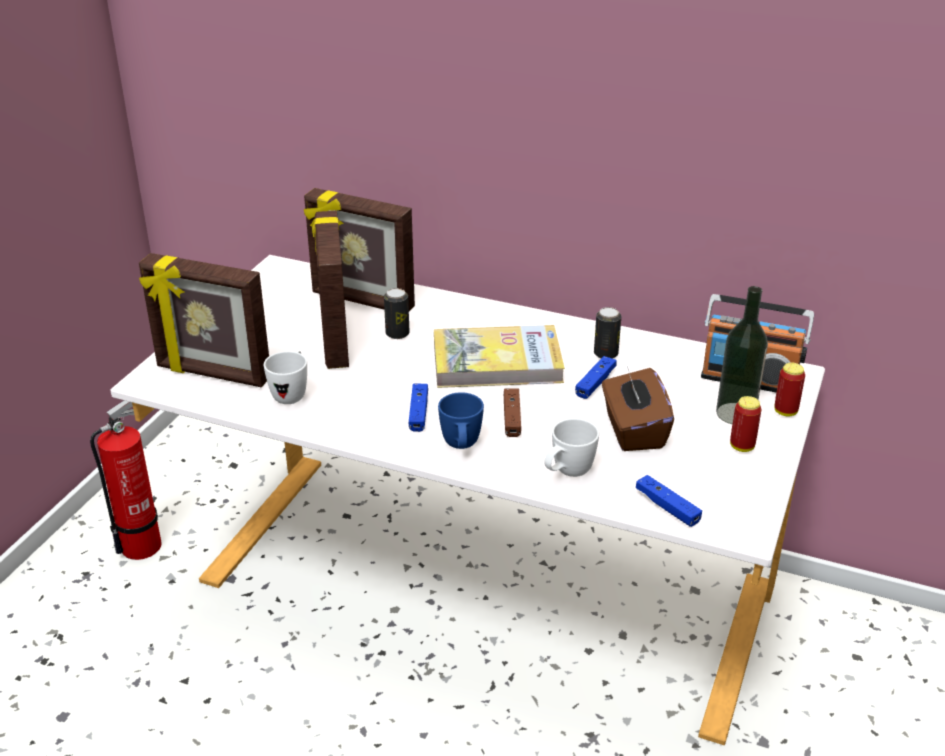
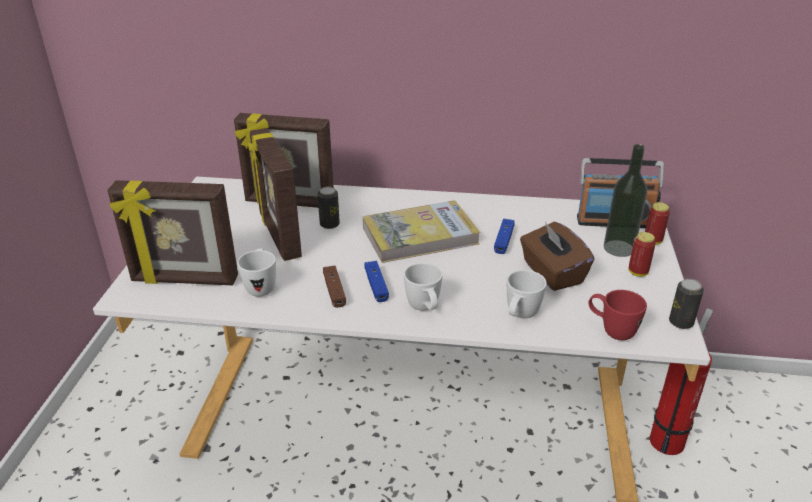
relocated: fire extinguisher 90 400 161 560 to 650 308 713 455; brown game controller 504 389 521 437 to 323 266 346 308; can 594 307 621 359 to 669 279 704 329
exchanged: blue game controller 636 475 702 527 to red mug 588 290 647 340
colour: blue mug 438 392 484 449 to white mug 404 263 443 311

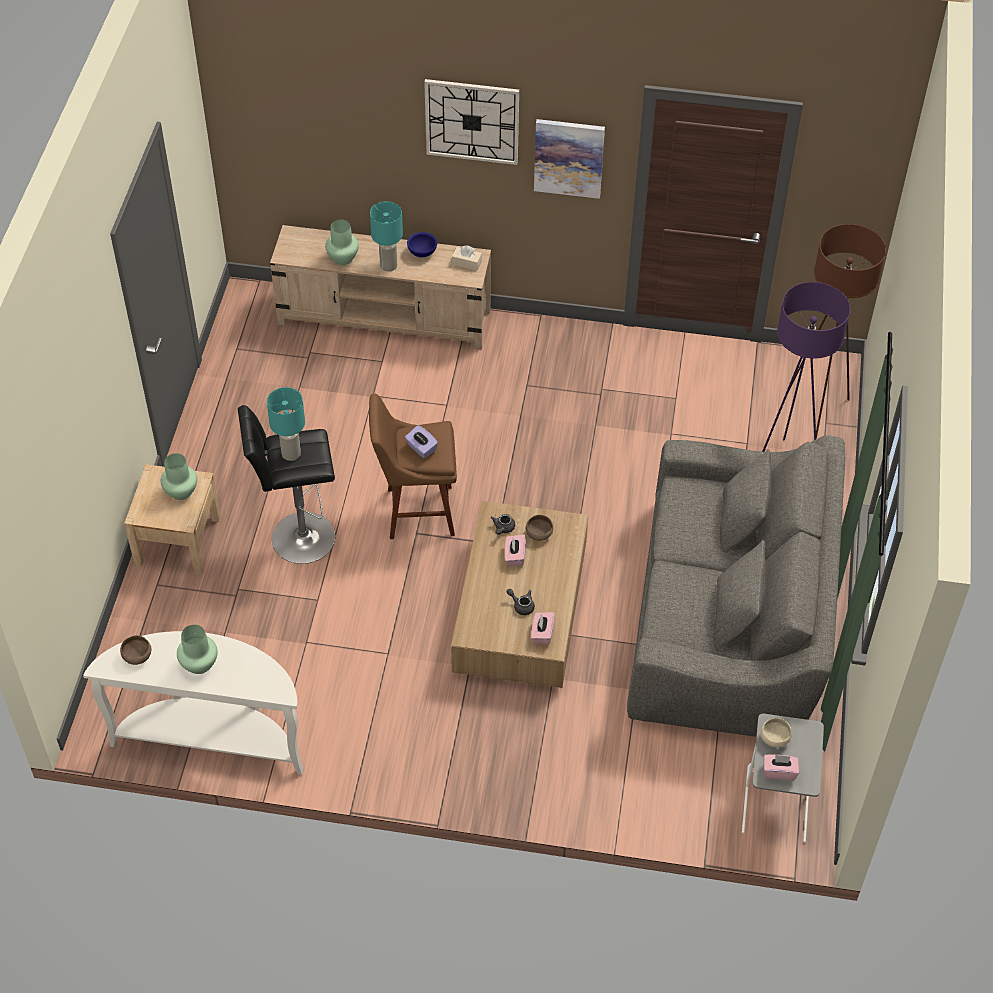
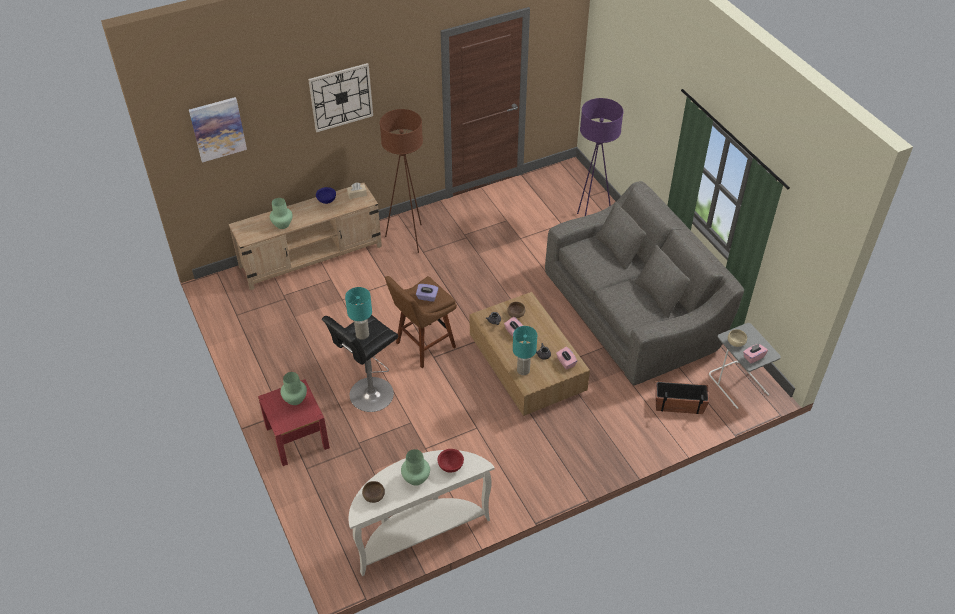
appeared: red bowl 437 449 464 473; planter 655 381 709 414
relocated: turquoise table lamp 370 201 403 271 to 513 326 537 375; picture 534 119 605 199 to 189 97 247 163; brown floor lamp 790 224 886 439 to 380 109 423 253
colour: beige nightstand 124 464 221 576 to red nightstand 258 379 330 466

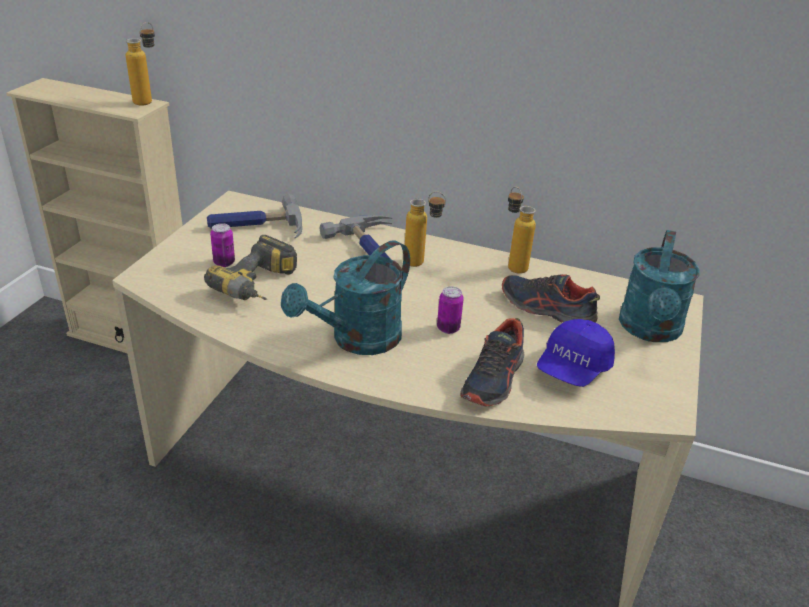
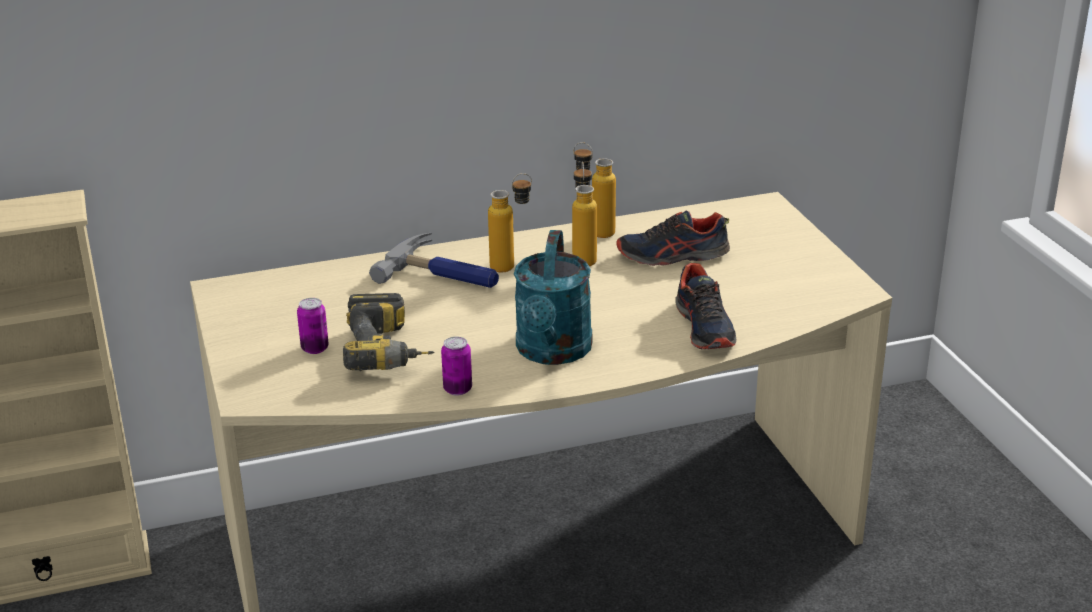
missing: hammer 207 194 302 238; blue cap 537 319 615 387; turquoise watering can 619 230 700 342
relocated: bottle 126 22 155 106 to 572 161 597 266; can 437 286 464 334 to 441 336 472 396

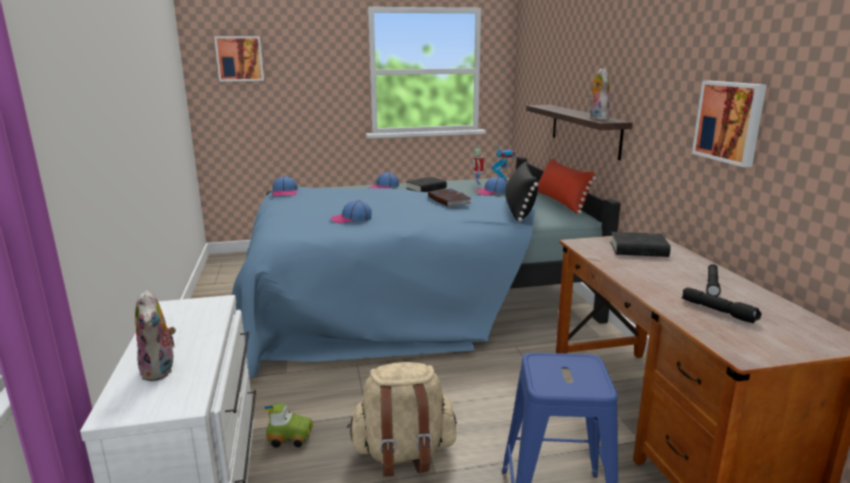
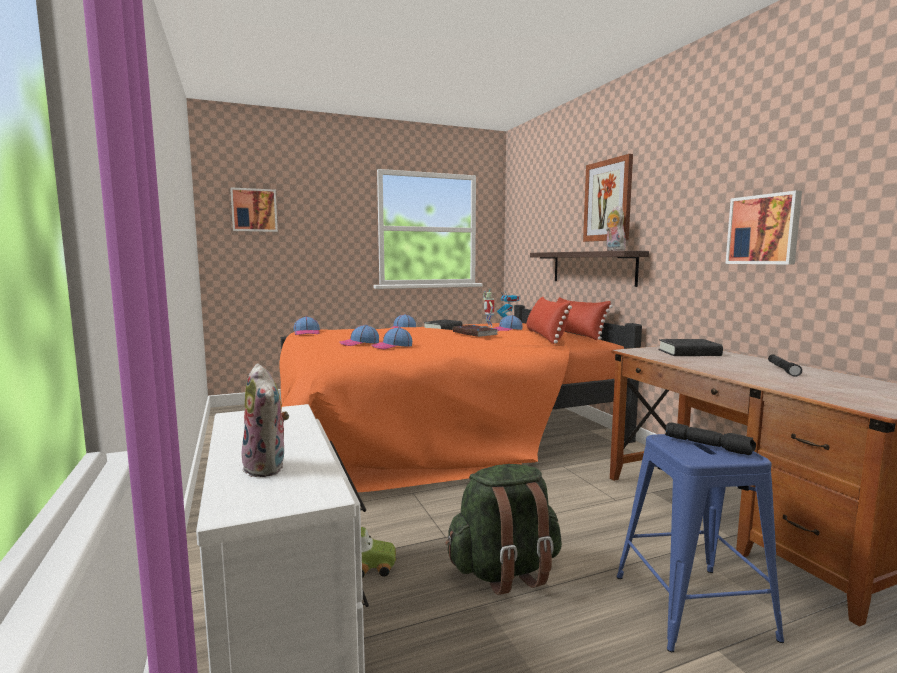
appeared: cap 339 325 379 346; picture 583 154 633 242
relocated: black flashlight 682 287 761 323 to 665 422 756 455
colour: blue bed 232 157 620 378 to orange bed 279 305 642 492; beige backpack 347 362 457 477 to green backpack 445 464 562 595; black pillow 505 161 538 221 to red pillow 526 296 572 344

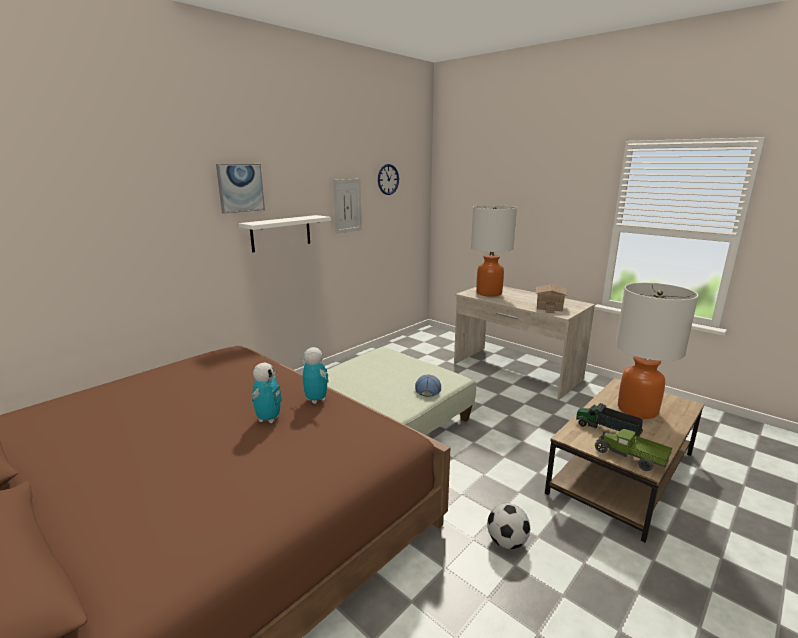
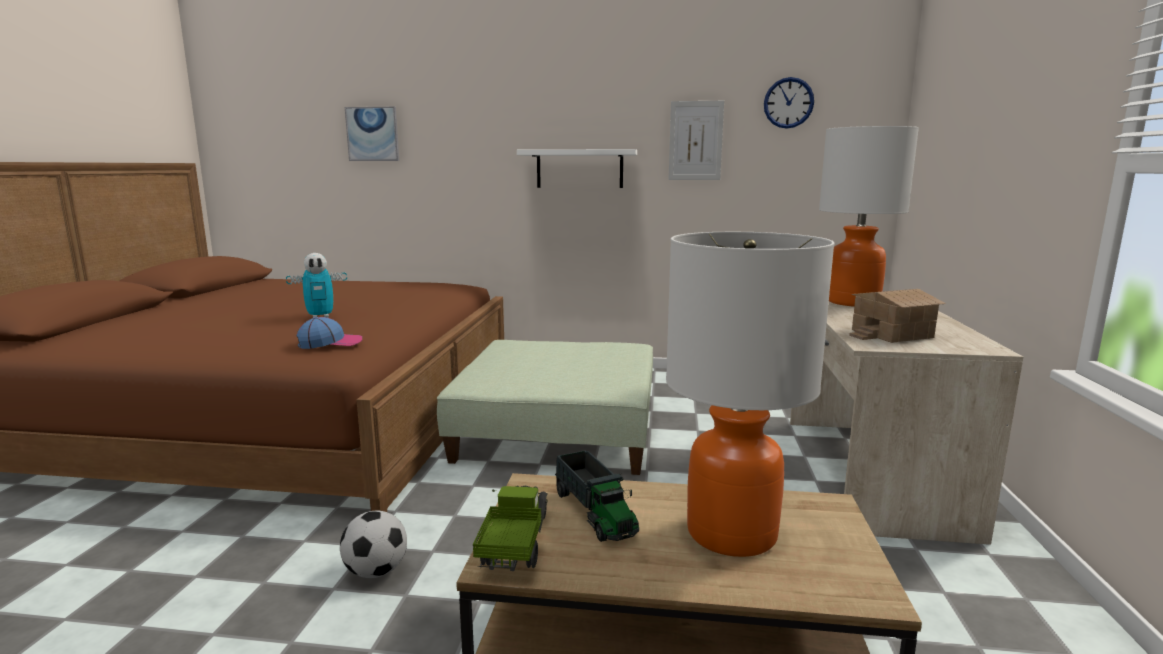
missing: toy robot 301 347 328 404
relocated: picture 216 164 265 214 to 345 107 399 161; cap 415 374 441 397 to 297 317 362 349
spun: toy truck 576 403 643 441 = 555 450 639 542 150 degrees clockwise

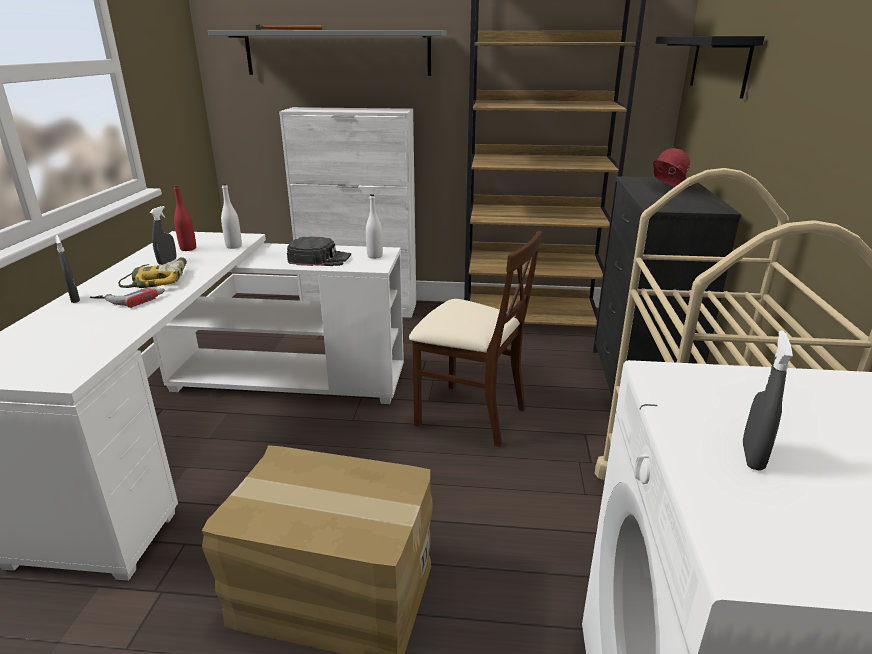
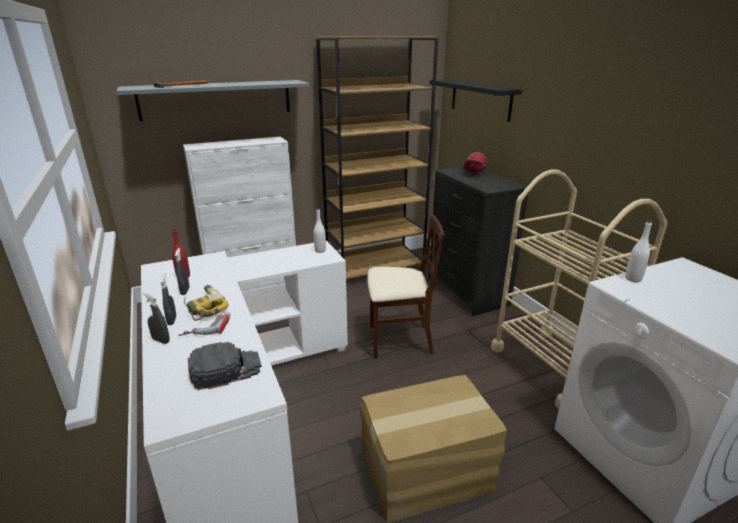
relocated: white bottle 221 184 242 249 to 625 220 652 282; black cap 287 236 351 266 to 188 342 262 390; grey spray bottle 743 331 793 471 to 160 273 176 325

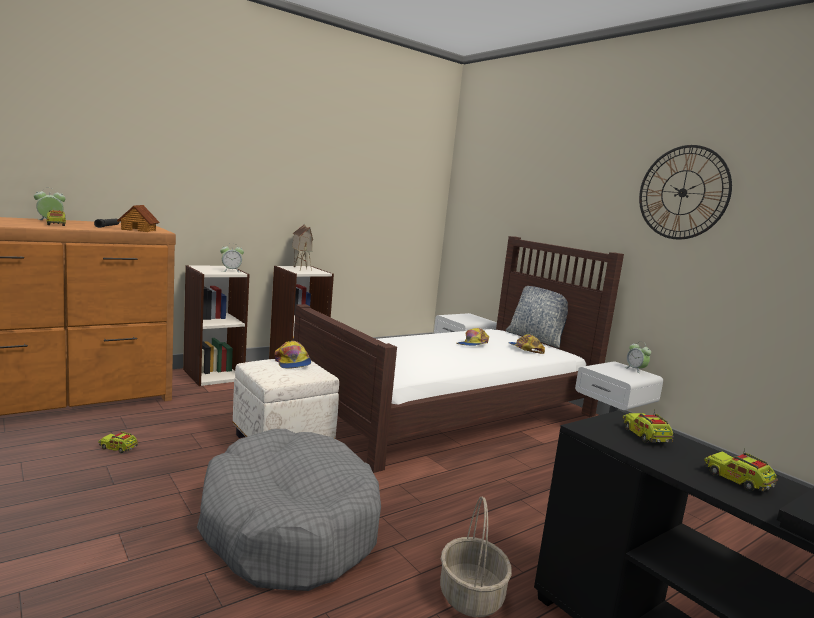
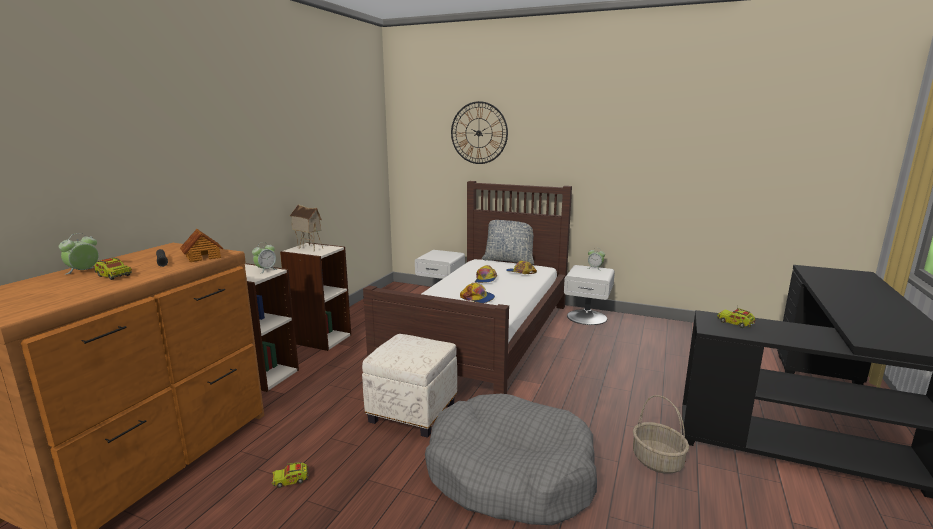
missing: toy truck 704 449 778 491
relocated: cap 275 341 311 369 to 460 283 495 303; wall clock 639 145 732 239 to 451 101 508 164

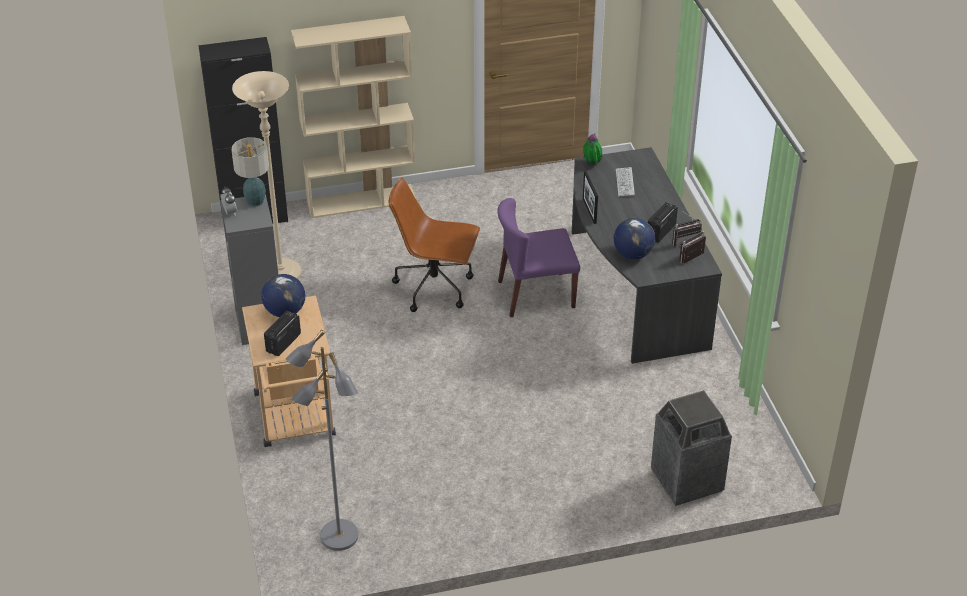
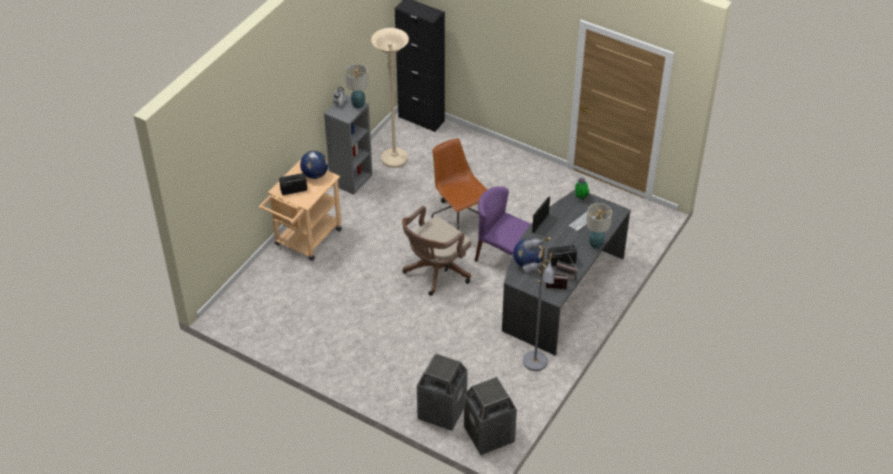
missing: beige bookcase 291 16 416 218
appeared: brown office chair 402 206 471 296; trash can 464 377 517 455; table lamp 586 203 612 249
relocated: grey floor lamp 286 330 358 551 to 523 237 554 371

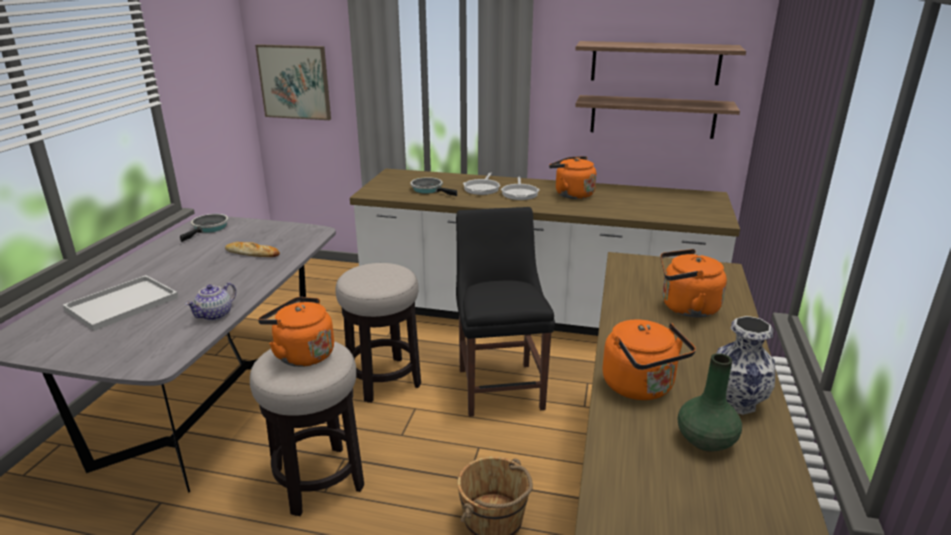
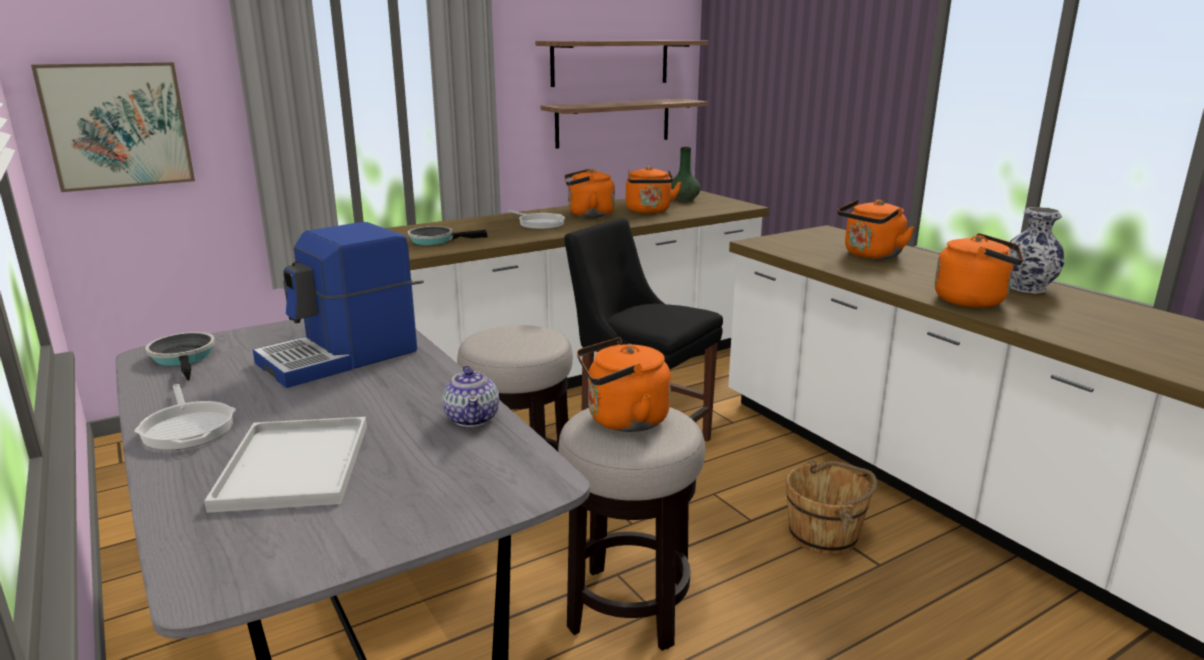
appeared: orange kettle 626 166 681 213
relocated: frying pan 463 172 500 195 to 134 384 236 450; green vase 678 353 742 452 to 671 147 701 202
exchanged: bread 225 242 280 257 to coffee machine 253 222 417 388

